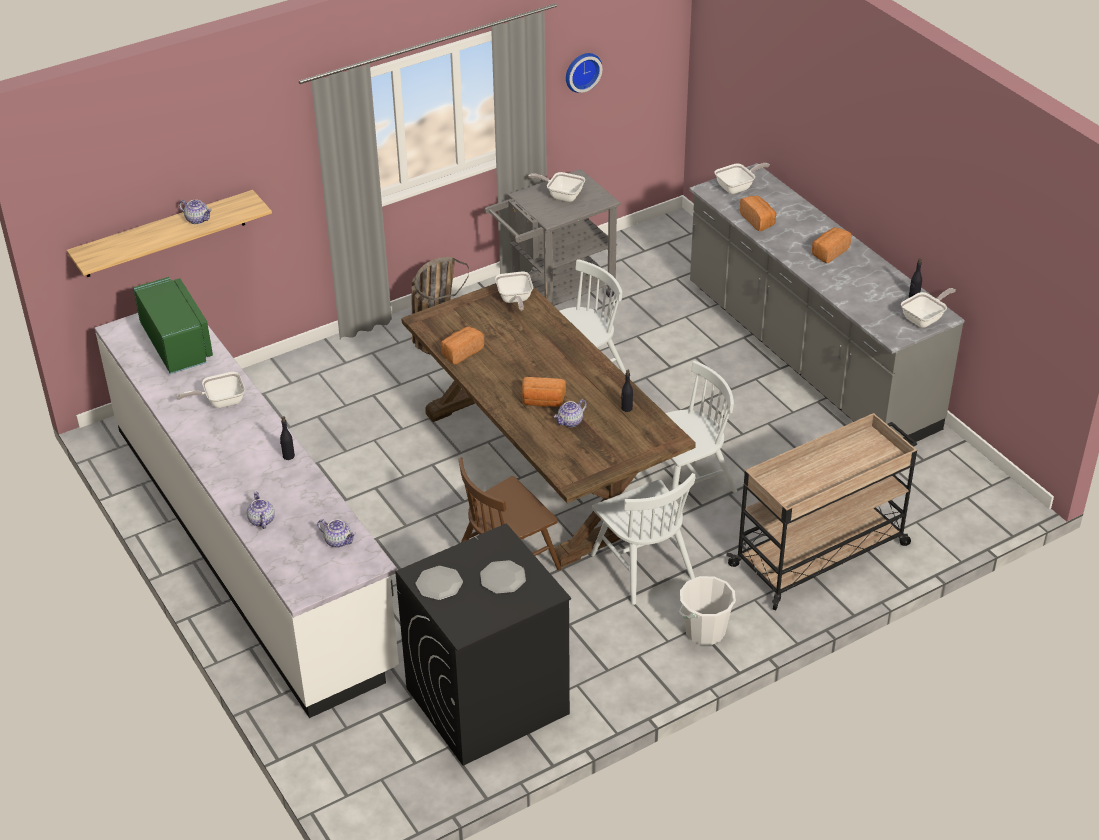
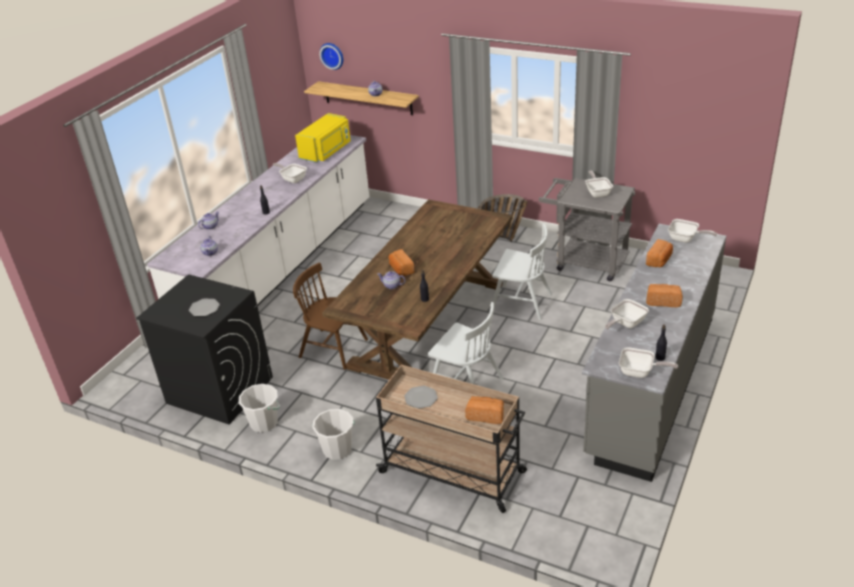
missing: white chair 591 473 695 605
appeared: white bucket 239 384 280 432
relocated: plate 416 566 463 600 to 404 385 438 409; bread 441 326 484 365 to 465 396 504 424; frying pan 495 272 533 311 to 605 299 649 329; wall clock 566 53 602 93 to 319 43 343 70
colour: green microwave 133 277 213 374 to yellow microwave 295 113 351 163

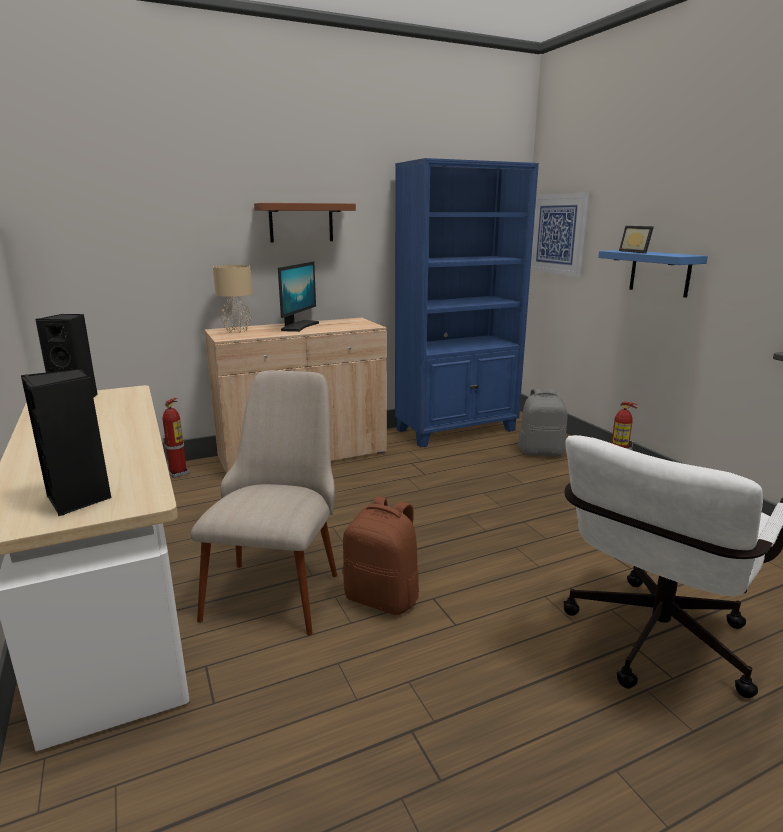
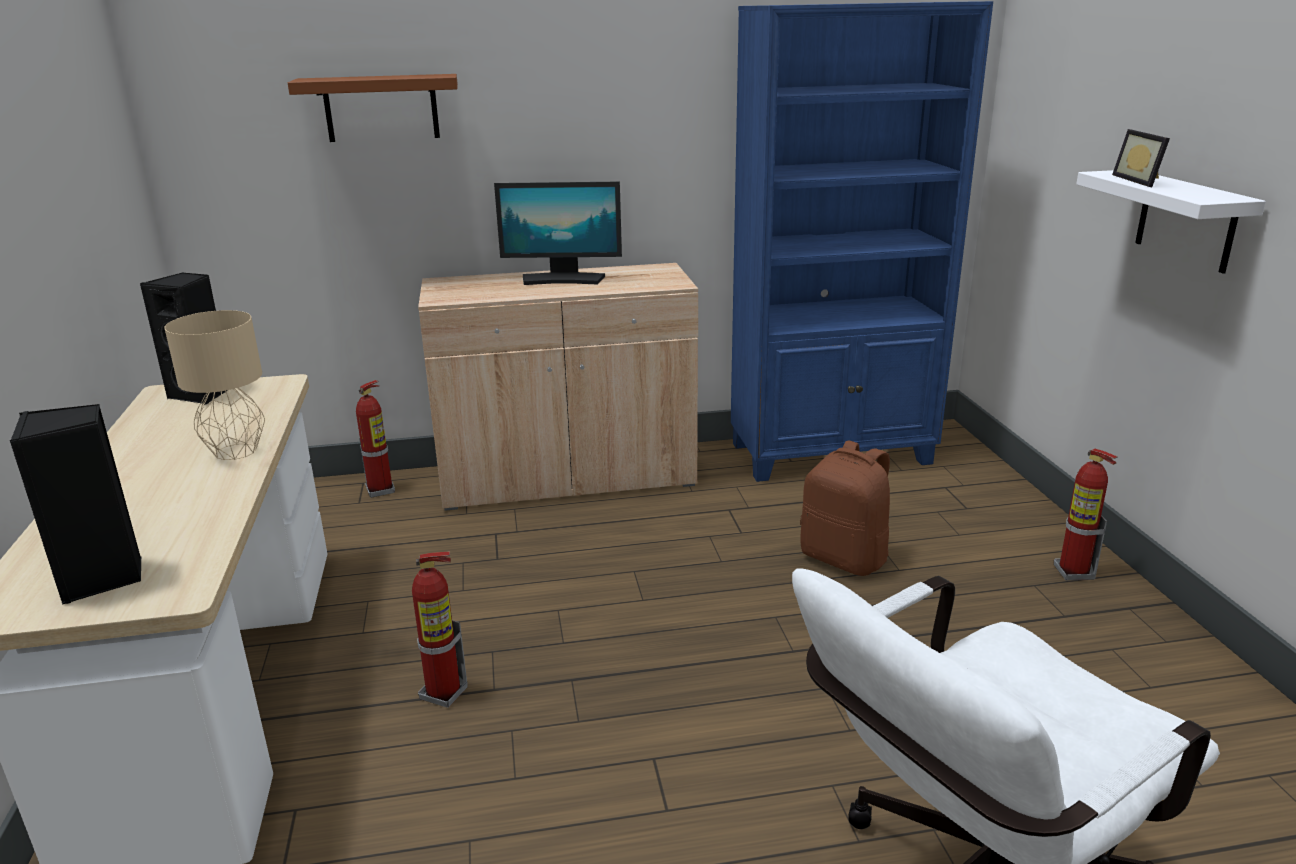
missing: grey backpack 518 389 568 456; picture 531 192 589 277
relocated: beige table lamp 213 265 253 333 to 164 310 265 460; brown shelf 254 203 356 242 to 288 74 458 142; brown backpack 342 496 419 615 to 800 441 890 576
exchanged: beige chair 191 370 337 635 to fire extinguisher 412 552 468 708
colour: blue shelf 598 250 708 298 to white shelf 1076 170 1266 274
spun: monitor 278 262 319 332 = 494 182 622 285 60 degrees clockwise

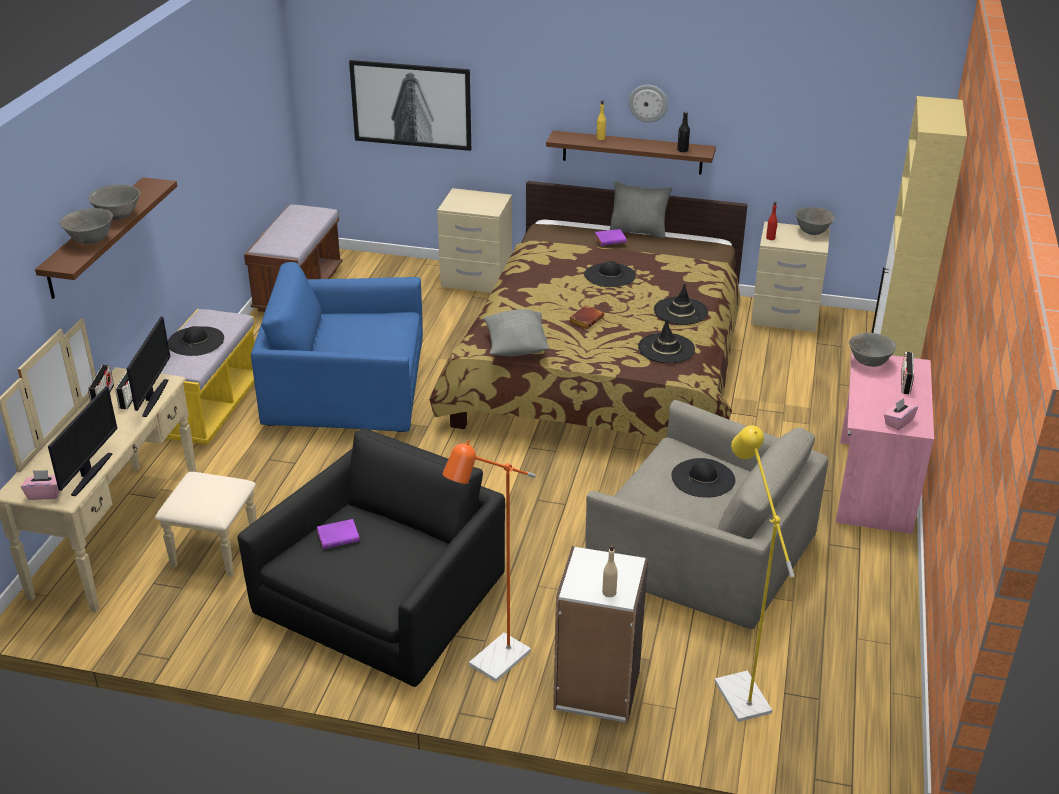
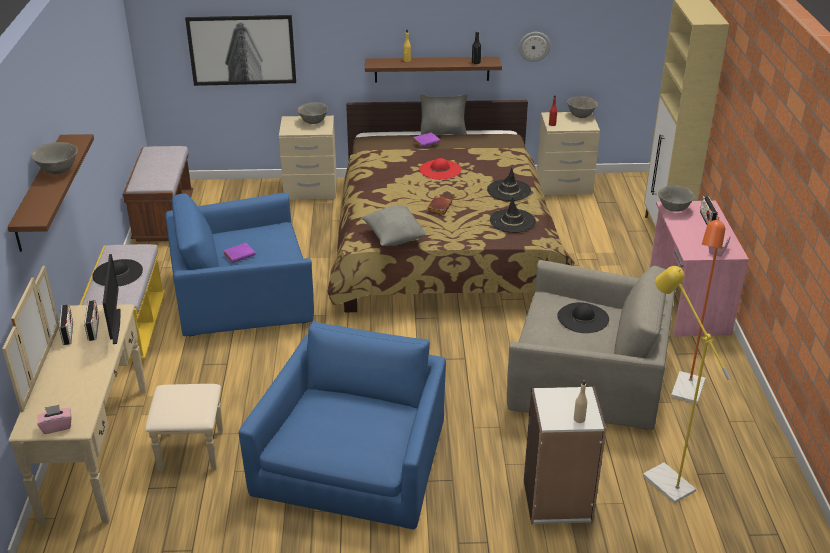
missing: monitor 48 386 118 496
relocated: grey bowl 59 208 113 244 to 297 103 328 124; purple book 317 519 360 549 to 223 243 255 263; orange floor lamp 442 440 536 682 to 671 217 725 404; wall clock 629 85 668 123 to 519 32 551 62
colour: black armchair 237 428 505 687 to blue armchair 239 322 446 530; black hat 584 261 636 287 to red hat 419 158 461 180

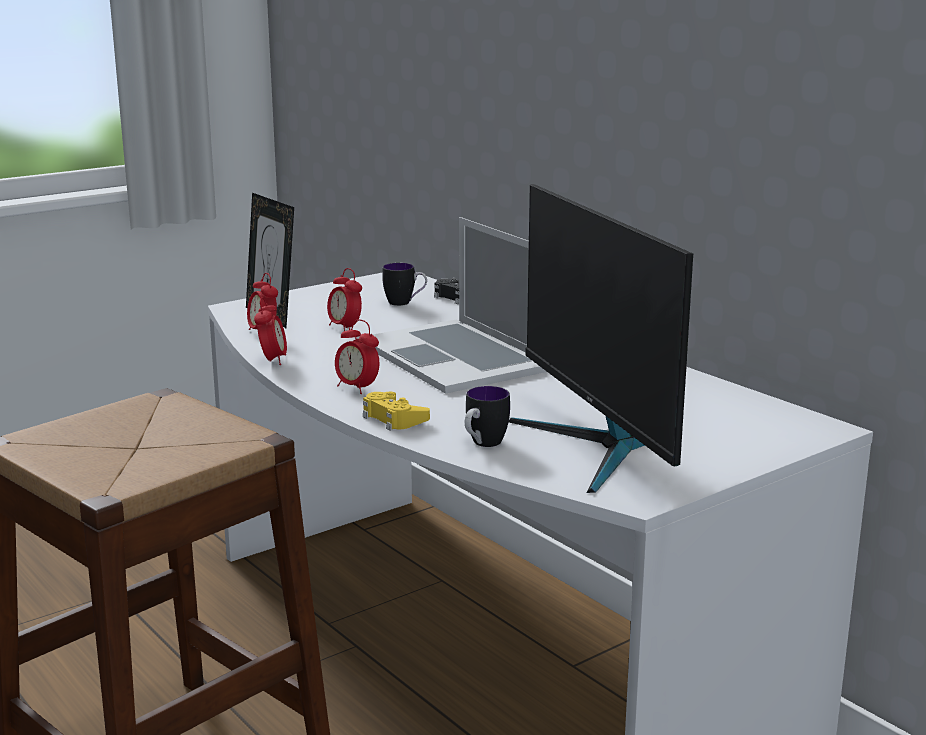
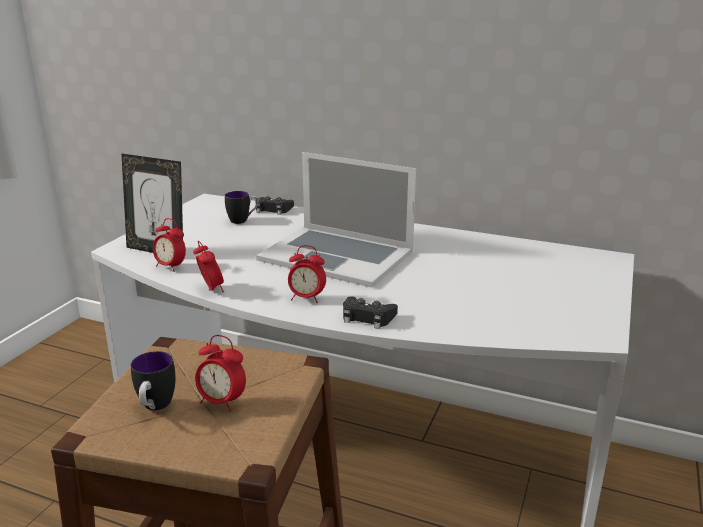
missing: monitor 509 184 693 493
relocated: alarm clock 327 268 362 331 to 195 335 246 412; mug 465 386 510 447 to 131 351 176 410
colour: yellow game controller 363 392 430 431 to black game controller 343 296 398 329

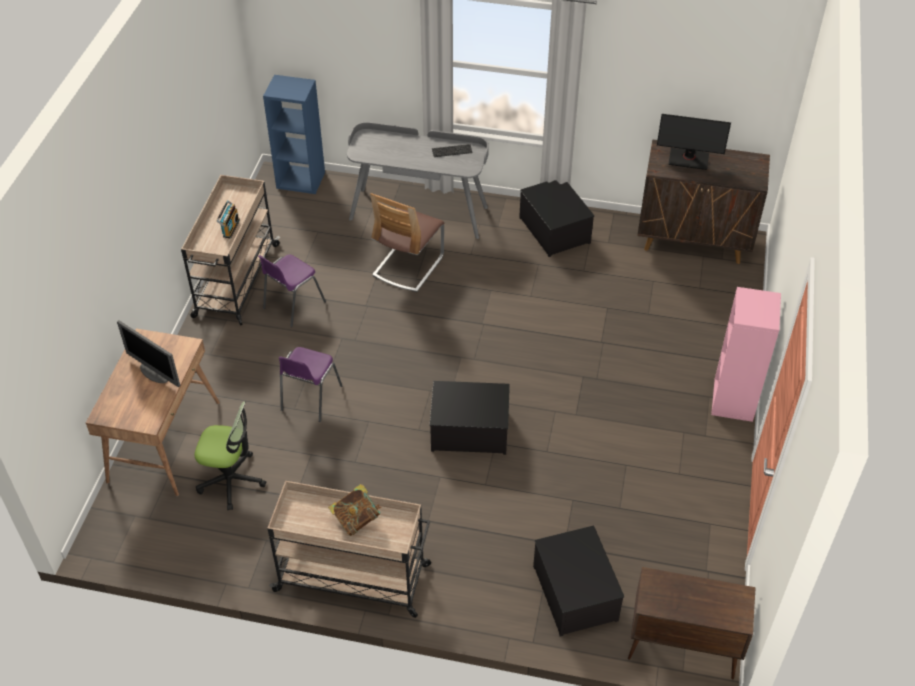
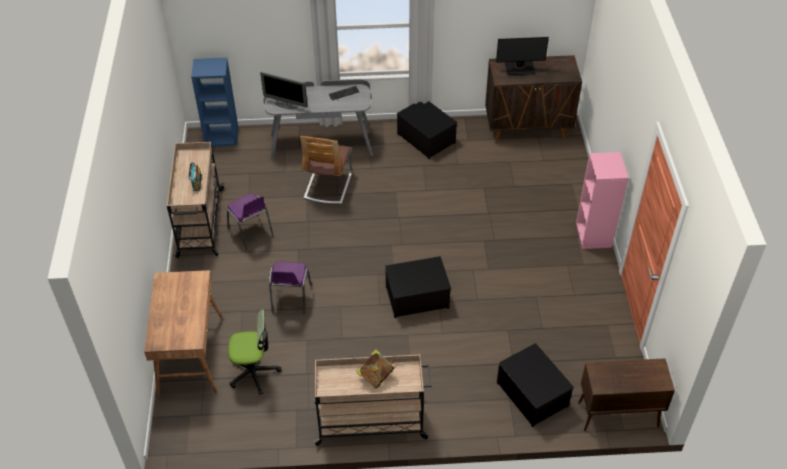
relocated: monitor 117 320 180 387 to 260 72 308 109
spun: purple chair 258 254 326 327 = 227 193 274 250 60 degrees counterclockwise

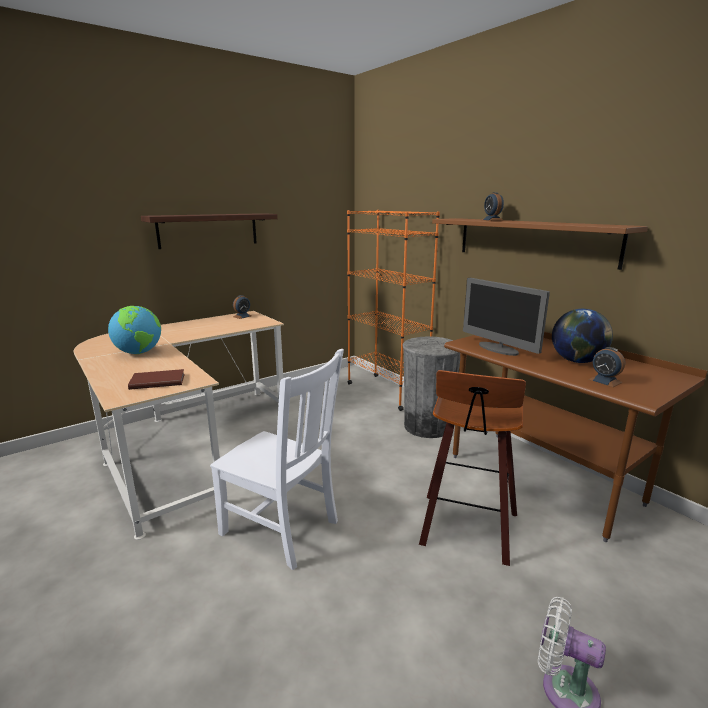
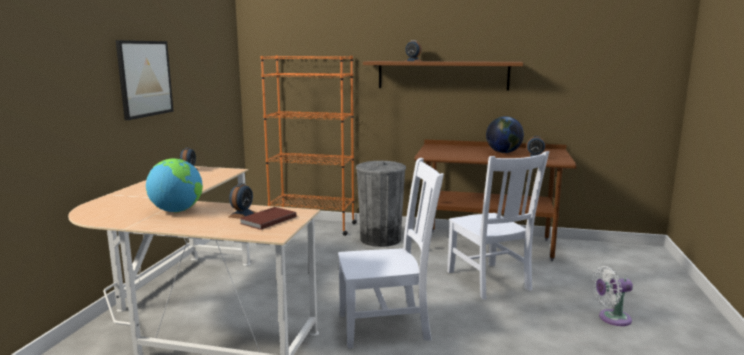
missing: monitor 463 278 550 356
appeared: alarm clock 229 183 256 219
exchanged: shelf 141 213 278 249 to picture 116 40 174 120; stool 419 370 526 566 to white chair 447 151 549 300

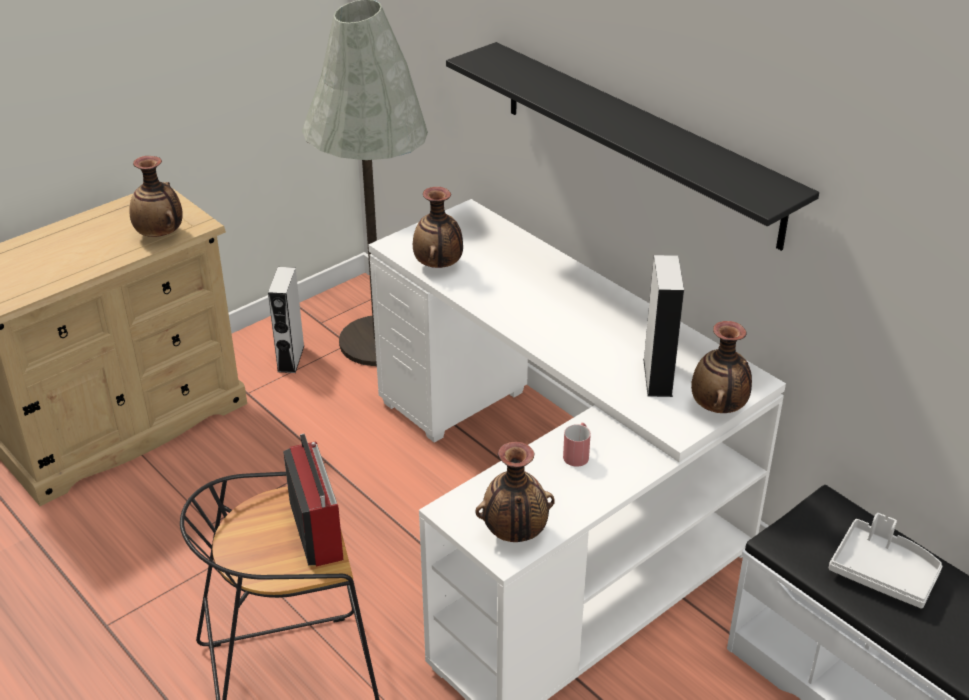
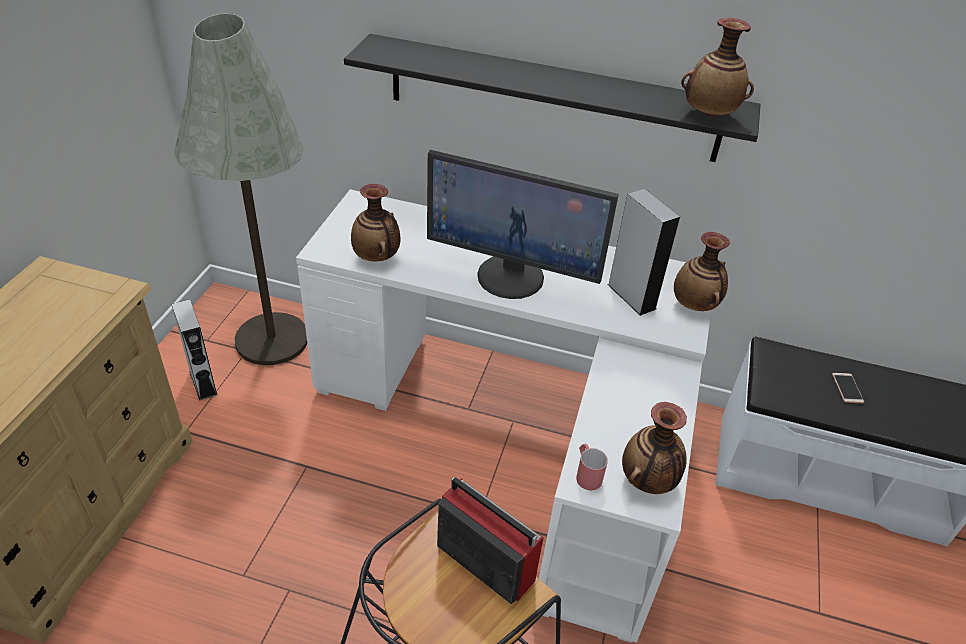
appeared: monitor 427 150 619 299
relocated: vase 129 156 183 237 to 681 18 754 117; red mug 563 423 591 467 to 576 444 608 490
exchanged: grey tray 829 513 943 608 to phone 832 373 864 403

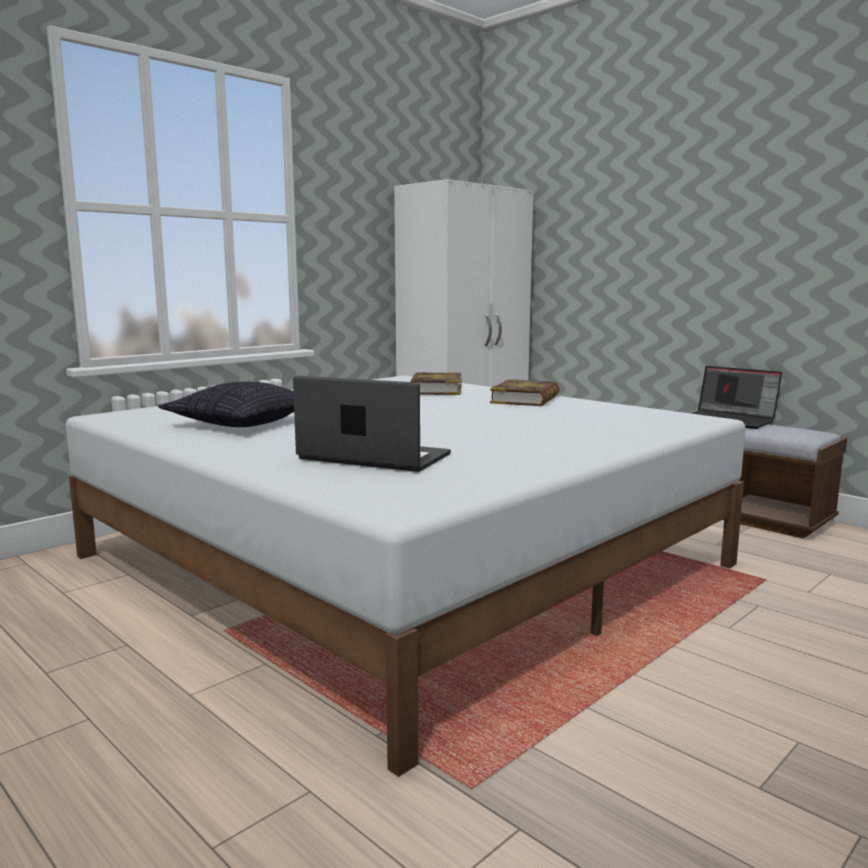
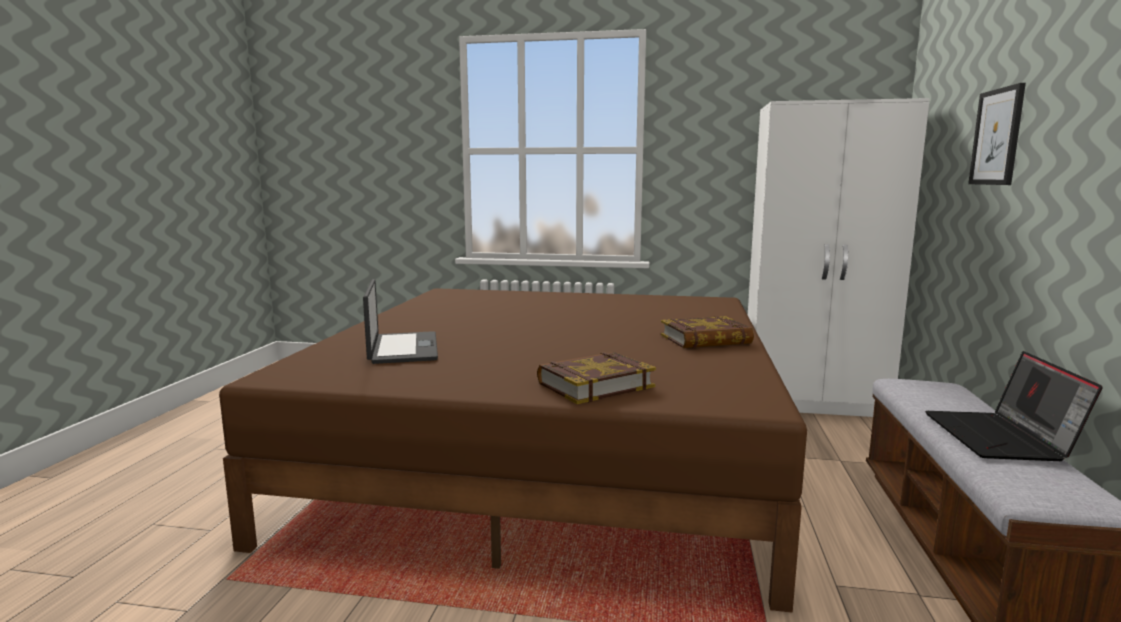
missing: pillow 158 382 294 427
appeared: picture 968 83 1026 185
relocated: book 410 372 462 395 to 537 352 656 404
colour: white bed 66 375 746 777 to brown bed 219 288 807 613

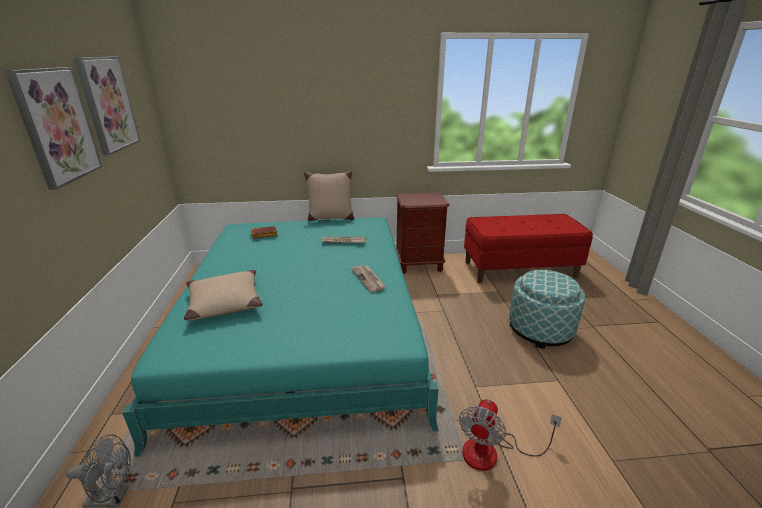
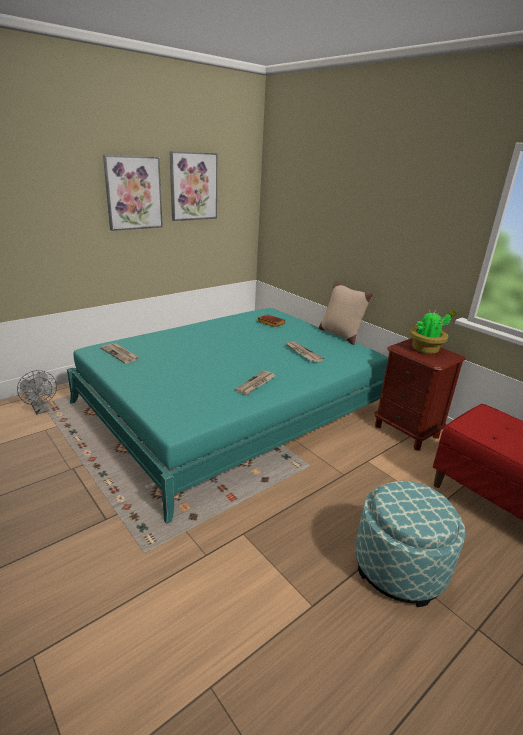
missing: beige pillow 184 270 263 321; fan 459 399 562 471
appeared: newspaper 101 343 139 364; potted plant 409 309 457 354

